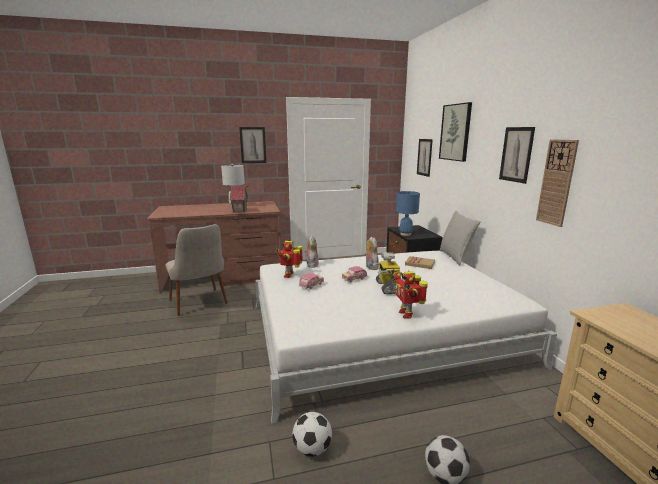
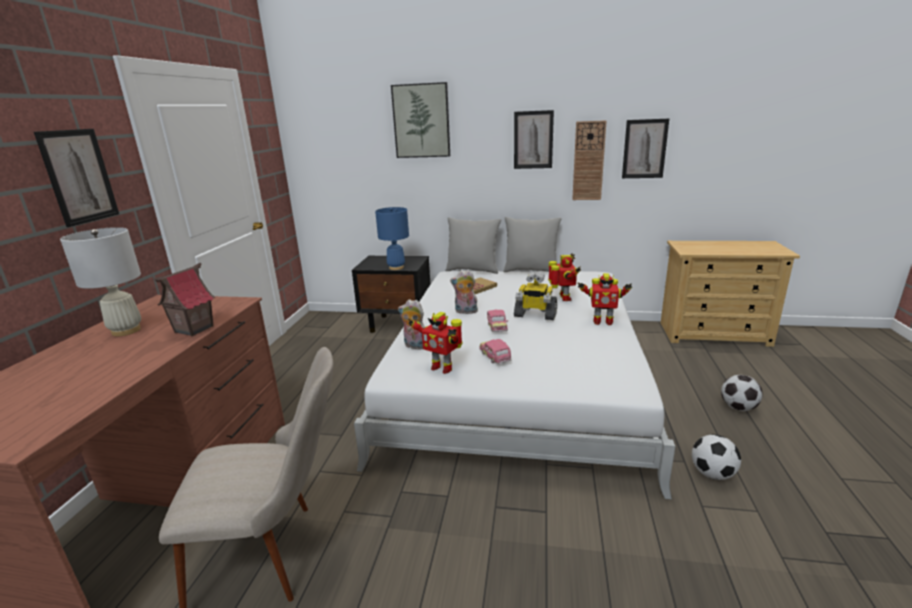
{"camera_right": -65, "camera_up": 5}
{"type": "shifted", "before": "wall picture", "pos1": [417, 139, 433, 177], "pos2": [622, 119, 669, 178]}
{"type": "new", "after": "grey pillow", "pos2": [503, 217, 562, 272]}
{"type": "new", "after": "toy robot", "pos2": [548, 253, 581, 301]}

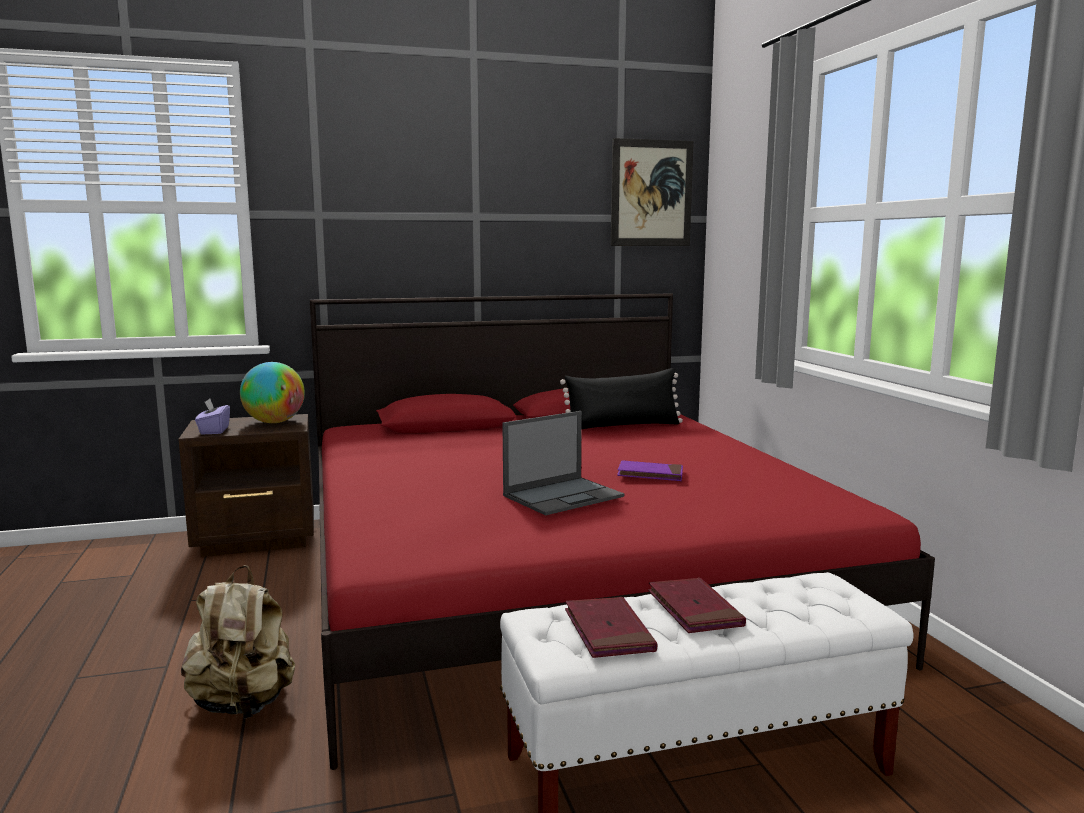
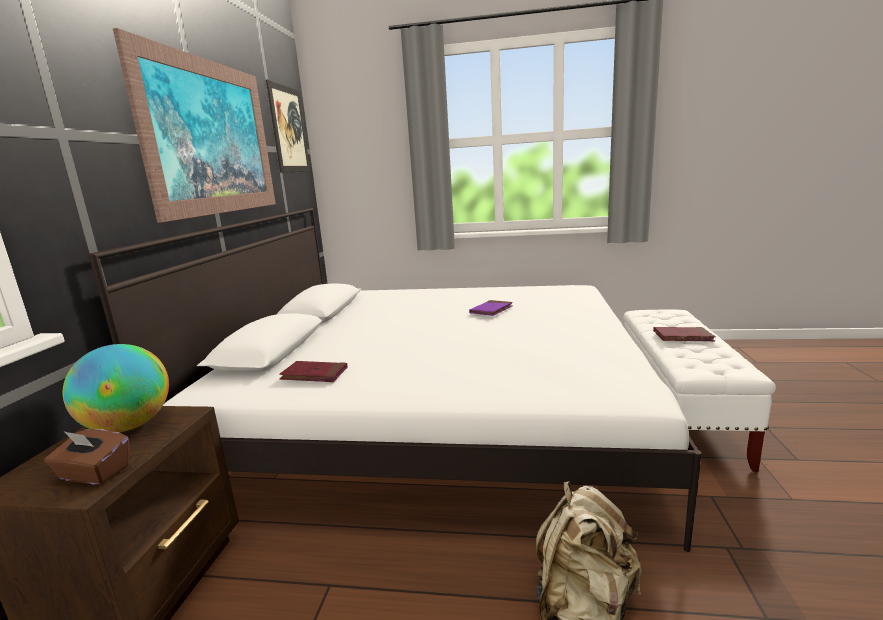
{"camera_right": -65, "camera_up": 5}
{"type": "repainted", "before": "purple-coloured tissue holder", "after": "brown-coloured tissue holder", "pos1": [195, 399, 230, 434], "pos2": [44, 429, 129, 485]}
{"type": "repainted", "before": "red sleeping bed", "after": "white-coloured sleeping bed", "pos1": [310, 293, 935, 770], "pos2": [88, 208, 702, 552]}
{"type": "gone", "before": "portable computer", "pos1": [502, 411, 624, 515]}
{"type": "gone", "before": "black-coloured pillow", "pos1": [560, 368, 683, 429]}
{"type": "shifted", "before": "red book", "pos1": [565, 597, 657, 658], "pos2": [279, 361, 347, 382]}
{"type": "new", "after": "wall picture", "pos2": [113, 28, 276, 223]}

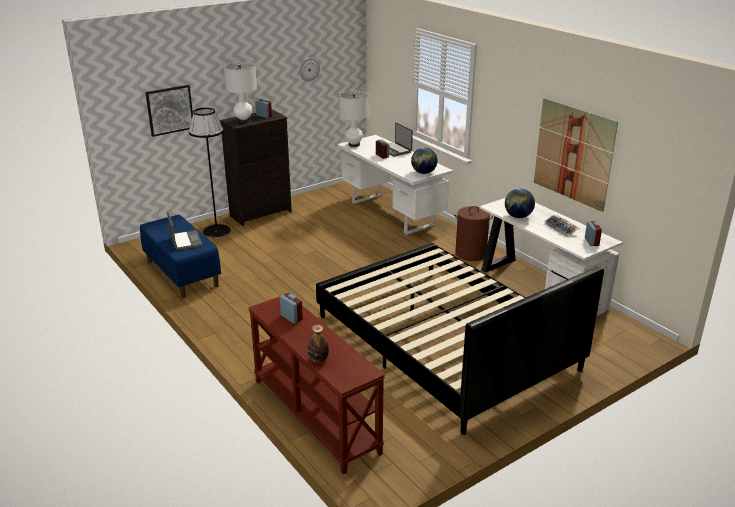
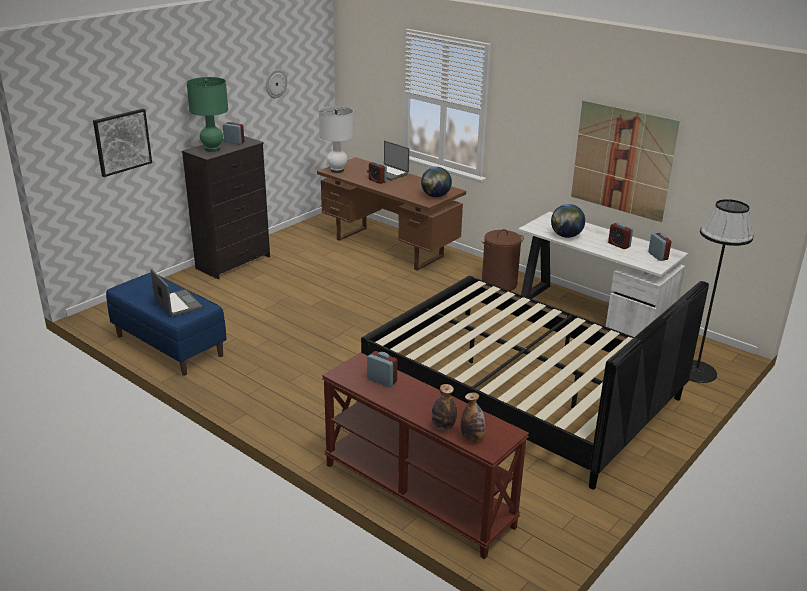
{"camera_right": -15, "camera_up": 0}
{"type": "shifted", "before": "black-coloured floor lamp", "pos1": [189, 108, 231, 237], "pos2": [689, 199, 754, 383]}
{"type": "repainted", "before": "white-coloured table lamp", "after": "green table lamp", "pos1": [224, 62, 257, 123], "pos2": [187, 77, 228, 152]}
{"type": "repainted", "before": "white-coloured desk unit", "after": "brown-coloured desk unit", "pos1": [338, 135, 453, 235], "pos2": [317, 157, 466, 271]}
{"type": "swapped", "before": "keyboard", "after": "table clock", "pos1": [544, 215, 579, 237], "pos2": [608, 222, 633, 249]}
{"type": "new", "after": "drink bottle", "pos2": [461, 392, 486, 442]}

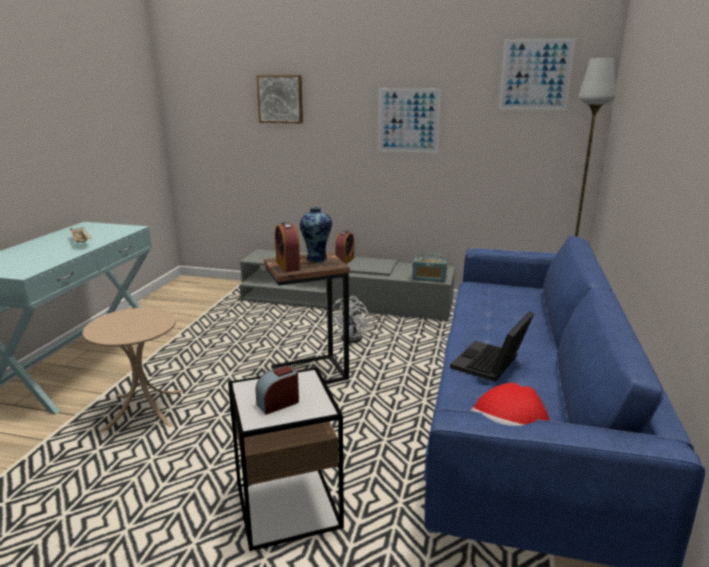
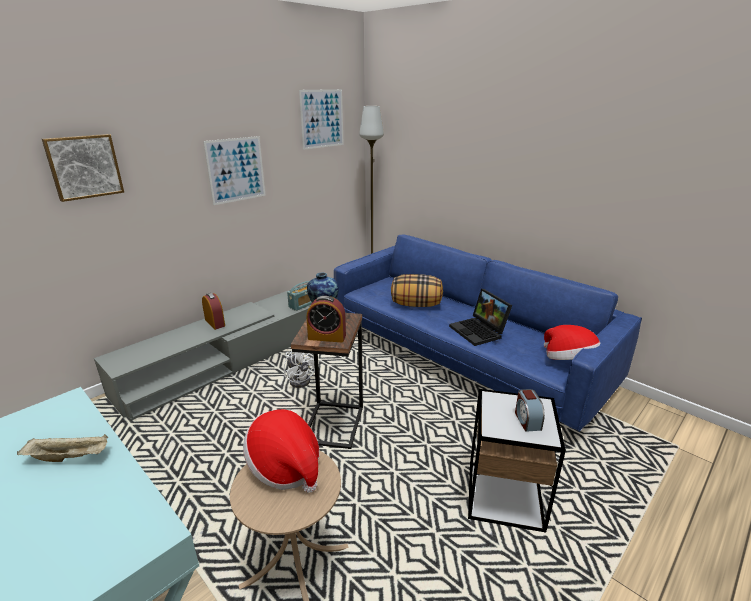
{"camera_right": -60, "camera_up": 5}
{"type": "new", "after": "hat", "pos2": [243, 409, 320, 493]}
{"type": "new", "after": "pillow", "pos2": [391, 274, 443, 307]}

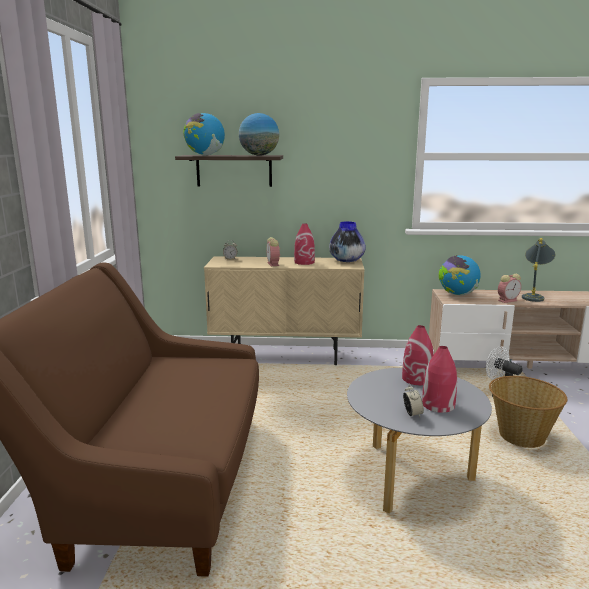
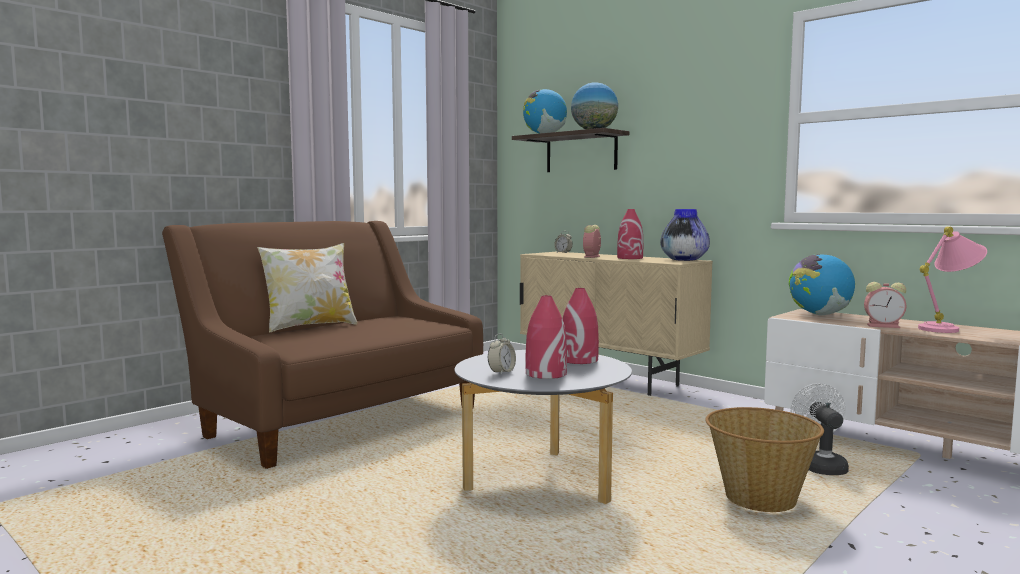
{"camera_right": 40, "camera_up": -10}
{"type": "repainted", "before": "grey table lamp", "after": "pink table lamp", "pos1": [522, 238, 555, 302], "pos2": [918, 227, 987, 333]}
{"type": "new", "after": "pillow", "pos2": [257, 243, 358, 333]}

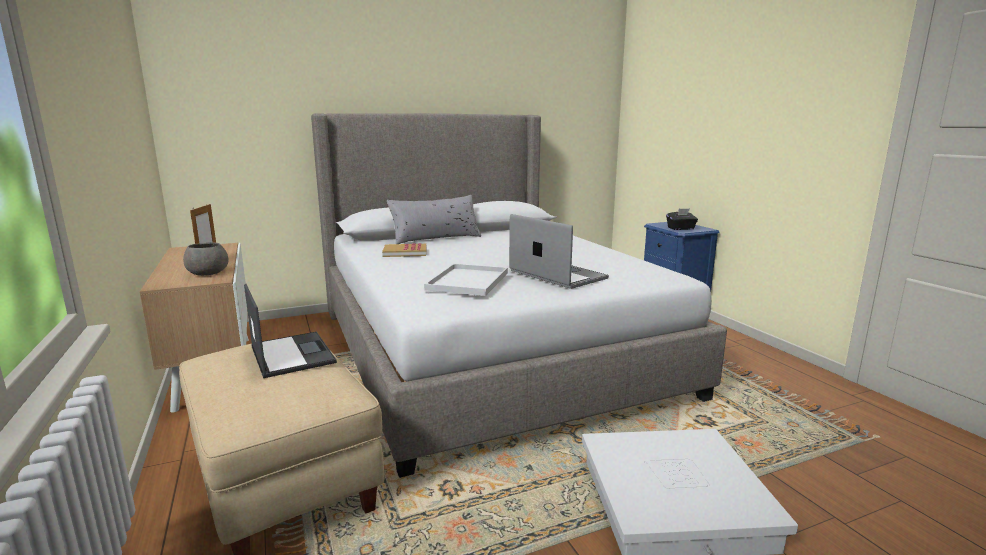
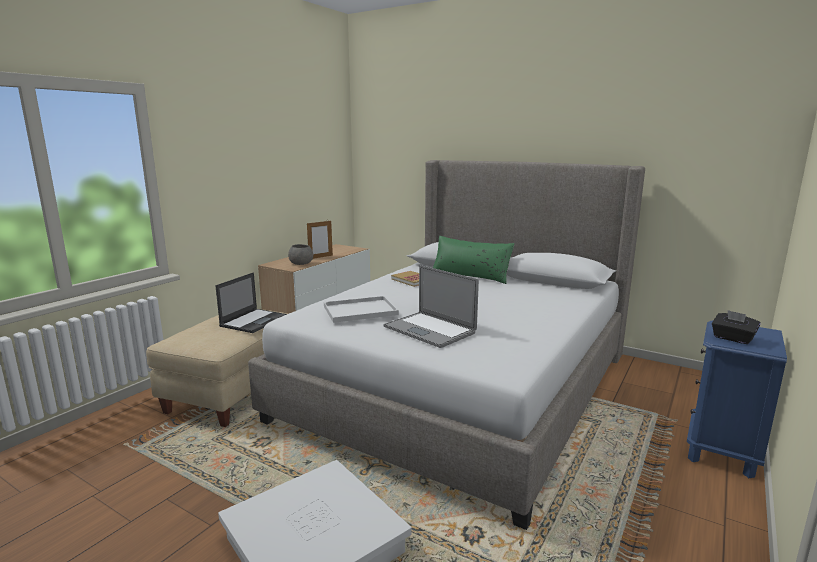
{"camera_right": 55, "camera_up": 0}
{"type": "repainted", "before": "grey pillow", "after": "green pillow", "pos1": [387, 195, 481, 244], "pos2": [433, 236, 515, 284]}
{"type": "rotated", "before": "portable computer", "pos1": [509, 214, 609, 289], "pos2": [383, 265, 479, 348], "turn": 120}

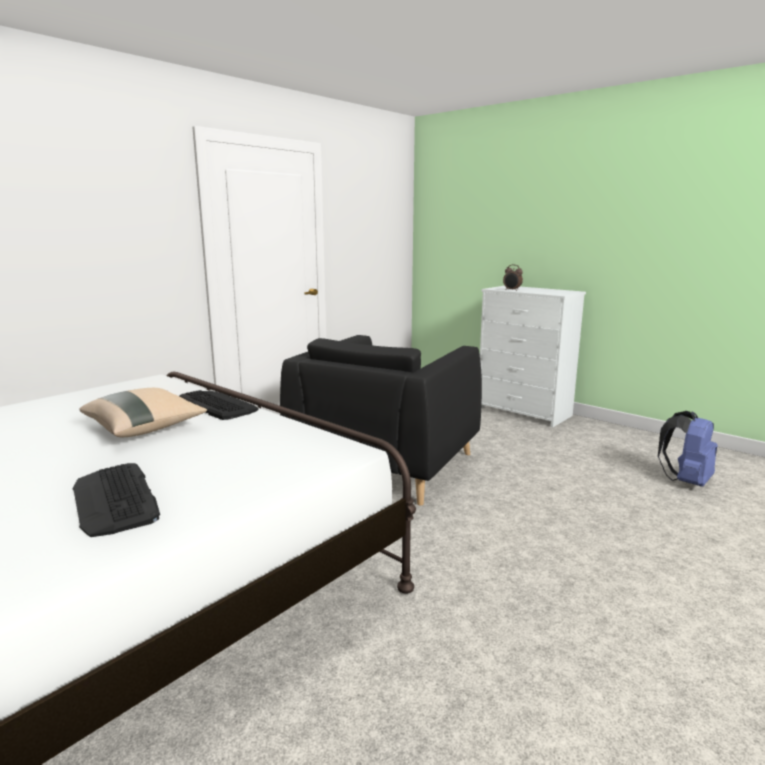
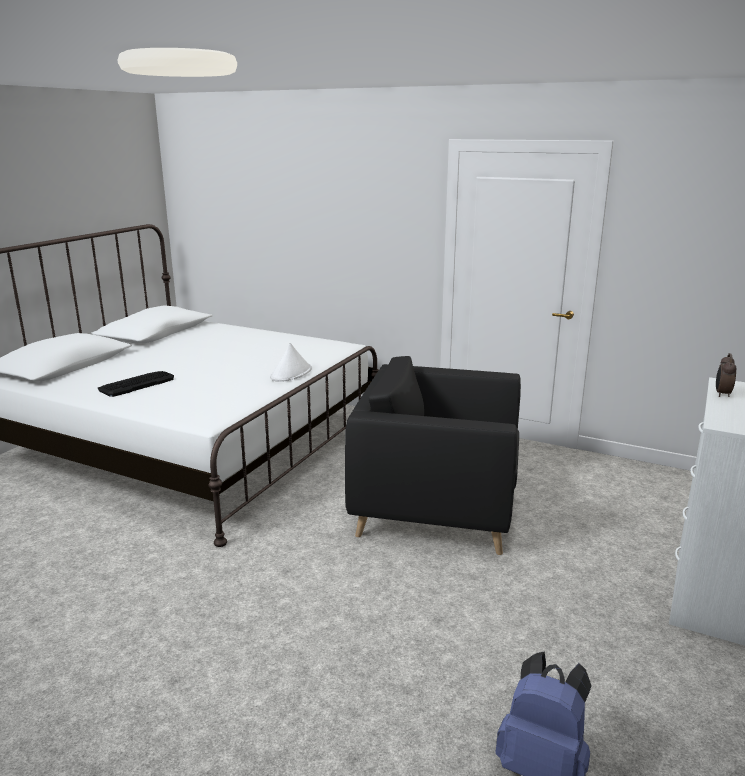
{"camera_right": 75, "camera_up": 5}
{"type": "gone", "before": "beige pillow", "pos1": [79, 388, 207, 437]}
{"type": "swapped", "before": "keyboard", "after": "white-coloured hat", "pos1": [179, 390, 259, 420], "pos2": [270, 343, 312, 382]}

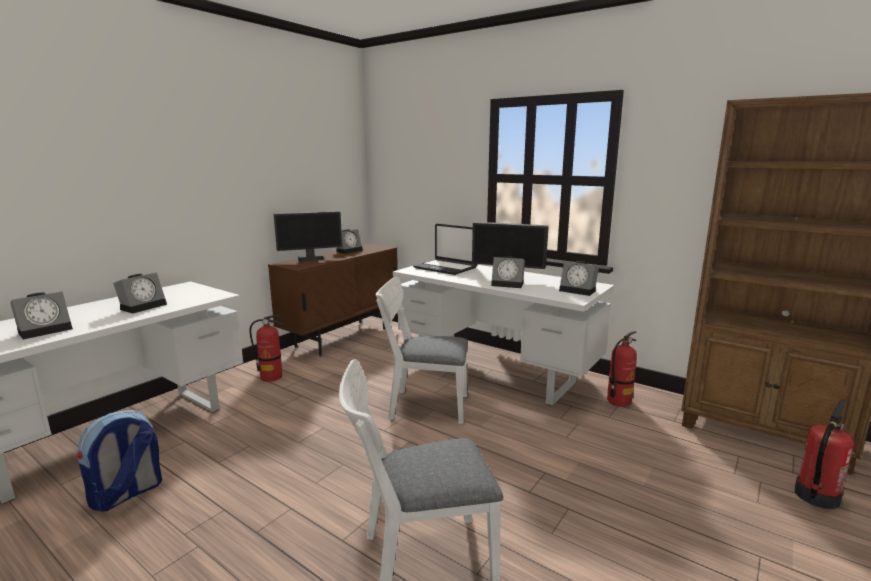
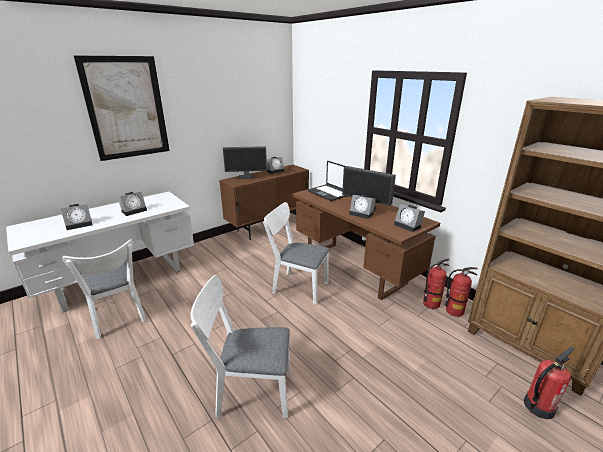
{"camera_right": 15, "camera_up": 10}
{"type": "swapped", "before": "backpack", "after": "white-coloured plain chair", "pos1": [77, 410, 162, 512], "pos2": [62, 239, 147, 339]}
{"type": "shifted", "before": "extinguisher", "pos1": [250, 315, 283, 382], "pos2": [445, 267, 478, 317]}
{"type": "repainted", "before": "white-coloured desk unit", "after": "brown-coloured desk unit", "pos1": [393, 265, 614, 406], "pos2": [292, 184, 440, 300]}
{"type": "new", "after": "wall picture", "pos2": [74, 55, 170, 161]}

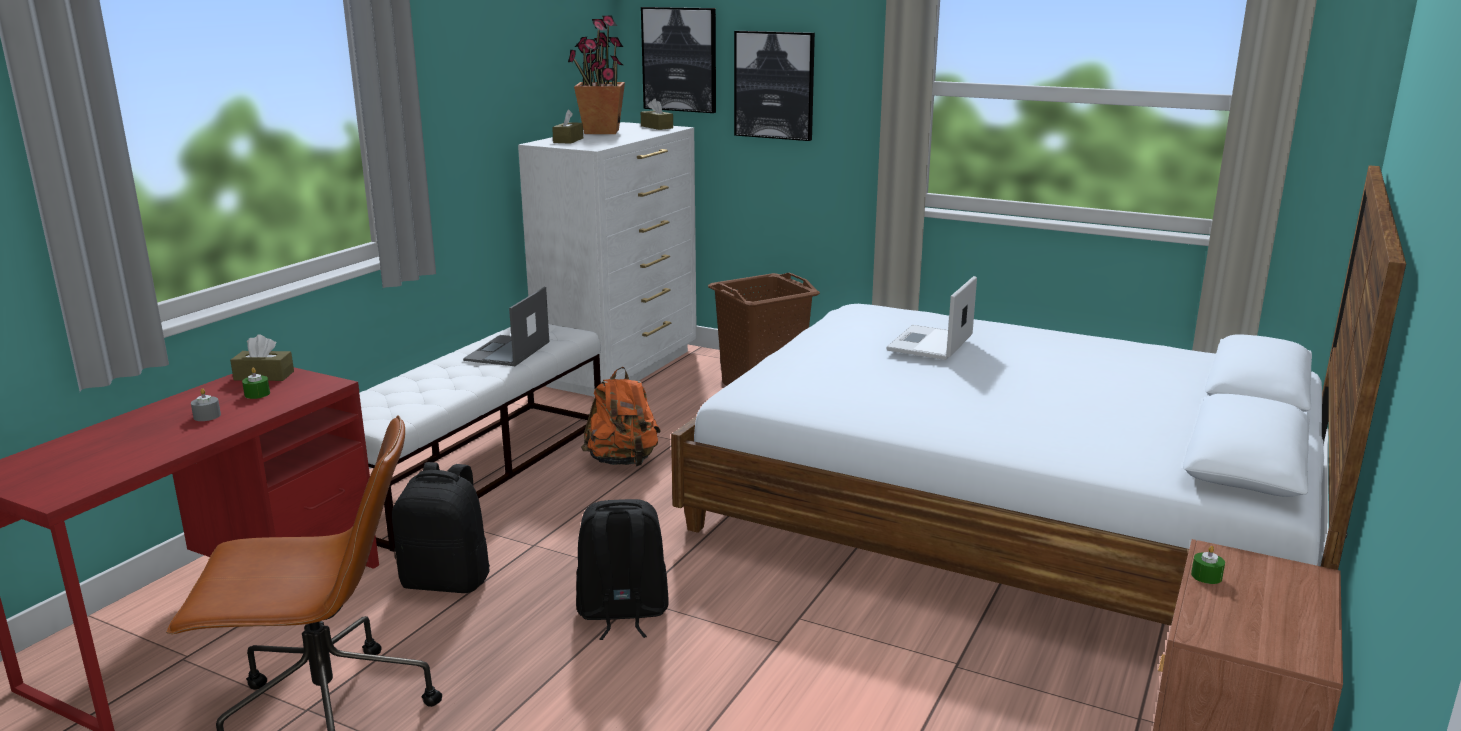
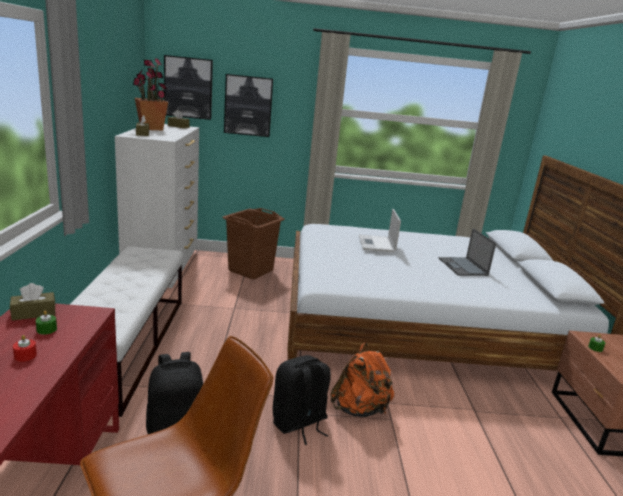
{"camera_right": -30, "camera_up": 0}
{"type": "repainted", "before": "grey wax candle", "after": "red wax candle", "pos1": [191, 388, 221, 421], "pos2": [13, 335, 37, 362]}
{"type": "shifted", "before": "portable computer", "pos1": [463, 287, 549, 366], "pos2": [439, 228, 496, 276]}
{"type": "shifted", "before": "orangey backpack", "pos1": [581, 367, 661, 466], "pos2": [330, 343, 394, 417]}

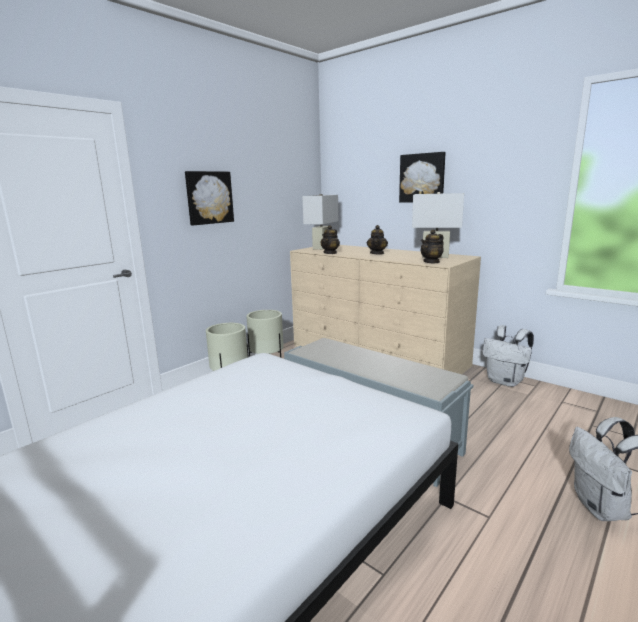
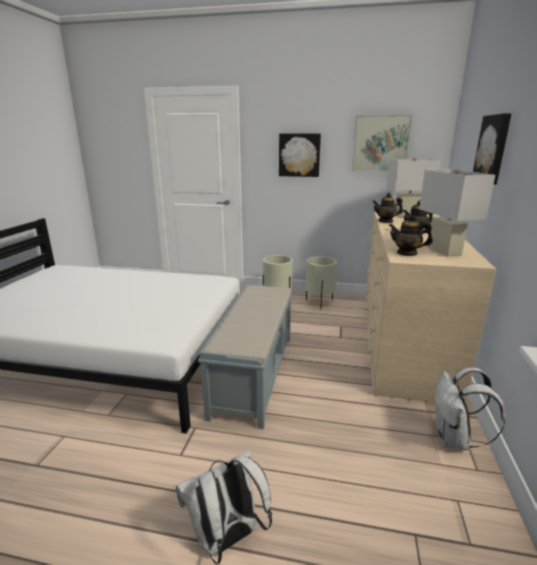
{"camera_right": 60, "camera_up": 5}
{"type": "new", "after": "wall picture", "pos2": [351, 115, 412, 172]}

